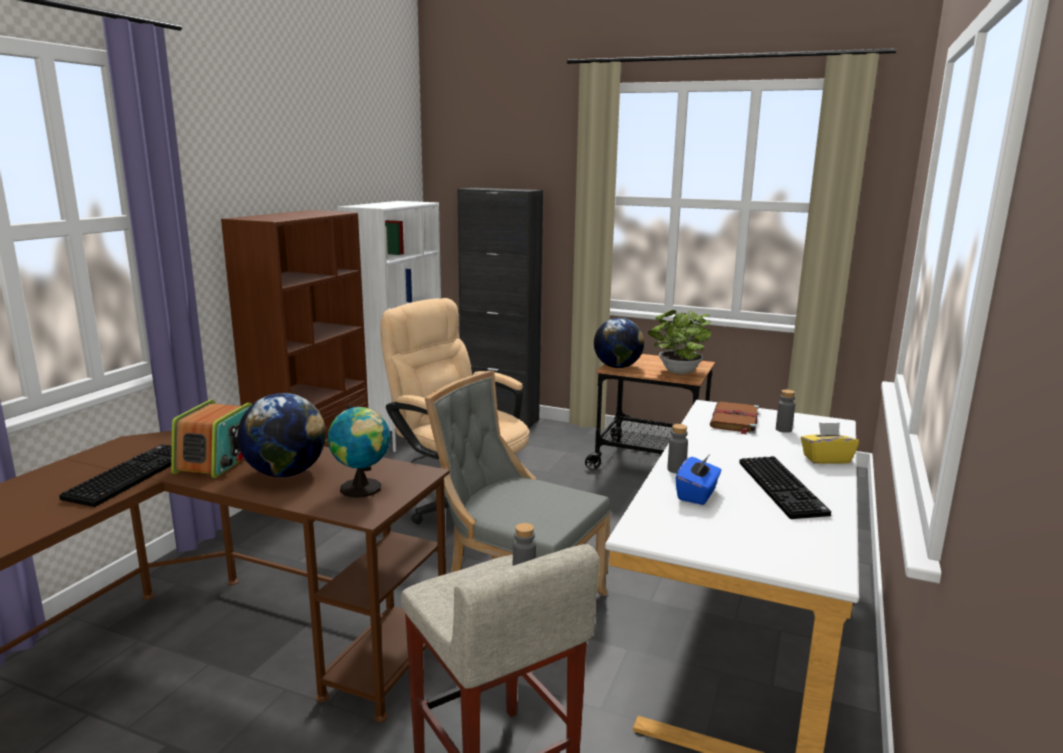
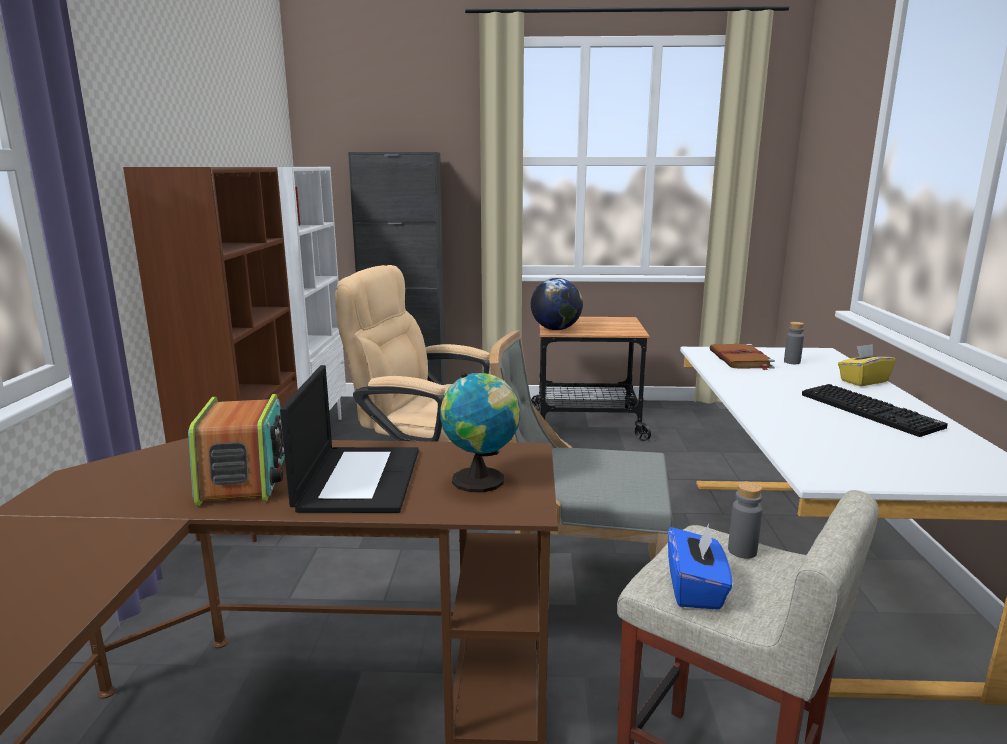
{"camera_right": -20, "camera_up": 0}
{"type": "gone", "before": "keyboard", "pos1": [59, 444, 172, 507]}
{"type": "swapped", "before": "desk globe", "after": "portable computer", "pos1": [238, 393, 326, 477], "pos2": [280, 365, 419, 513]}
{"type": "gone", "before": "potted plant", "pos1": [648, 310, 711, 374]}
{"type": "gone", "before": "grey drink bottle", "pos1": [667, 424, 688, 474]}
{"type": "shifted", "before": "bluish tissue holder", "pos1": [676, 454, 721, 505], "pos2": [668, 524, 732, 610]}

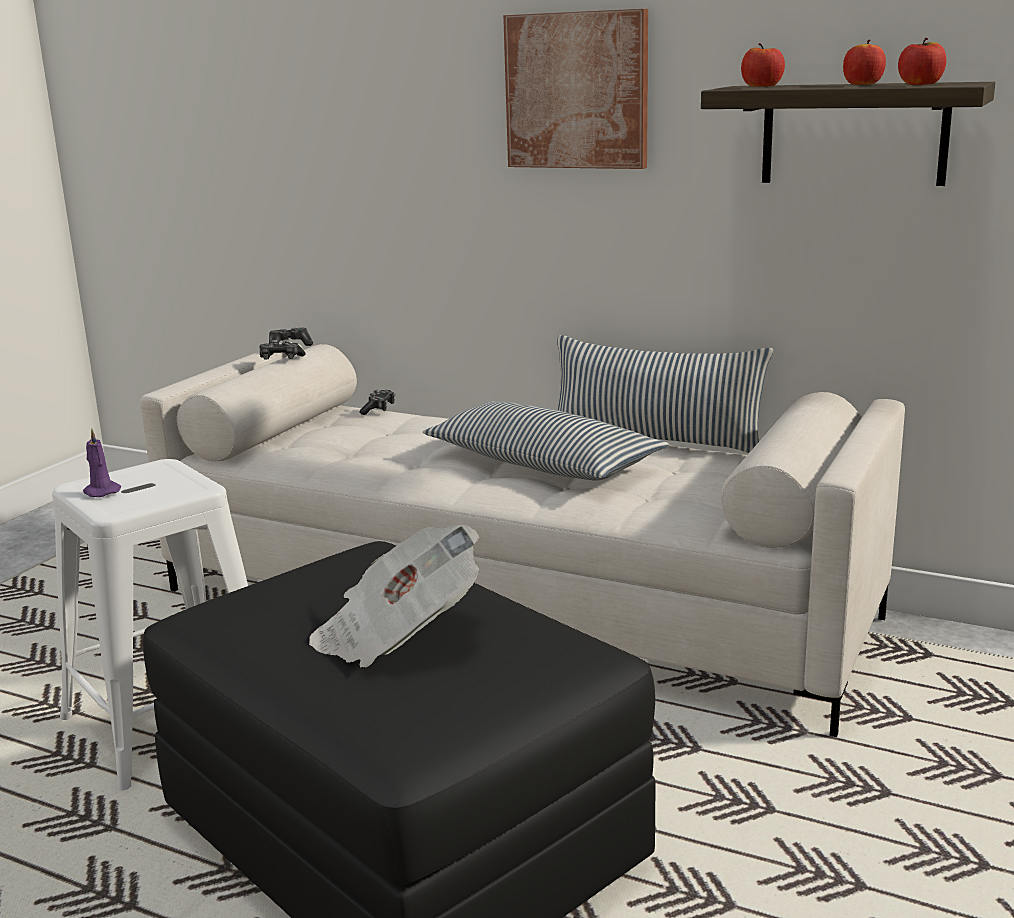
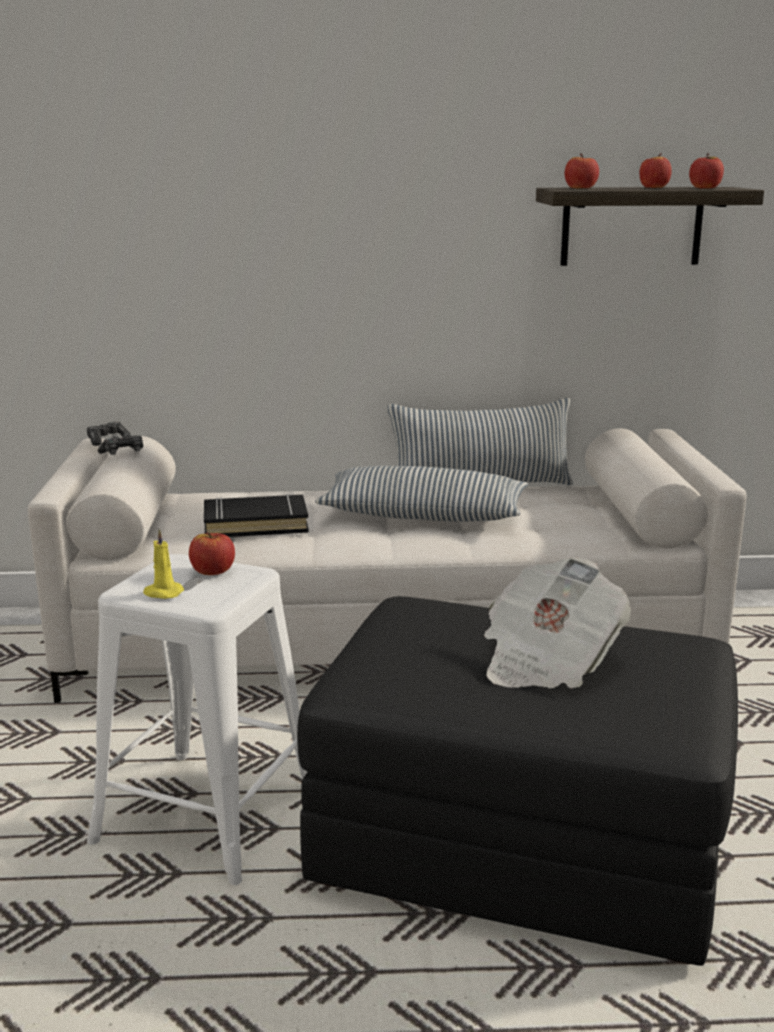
{"camera_right": -30, "camera_up": 0}
{"type": "repainted", "before": "purple-coloured wax candle", "after": "yellow wax candle", "pos1": [83, 429, 121, 497], "pos2": [143, 529, 184, 599]}
{"type": "gone", "before": "gamepad", "pos1": [359, 390, 395, 415]}
{"type": "gone", "before": "wall picture", "pos1": [503, 9, 648, 169]}
{"type": "new", "after": "whole apple", "pos2": [189, 532, 235, 575]}
{"type": "new", "after": "black-coloured book", "pos2": [204, 494, 309, 537]}

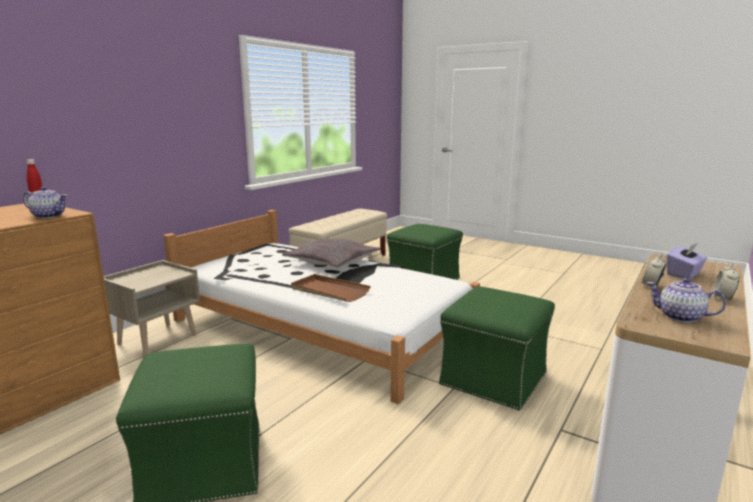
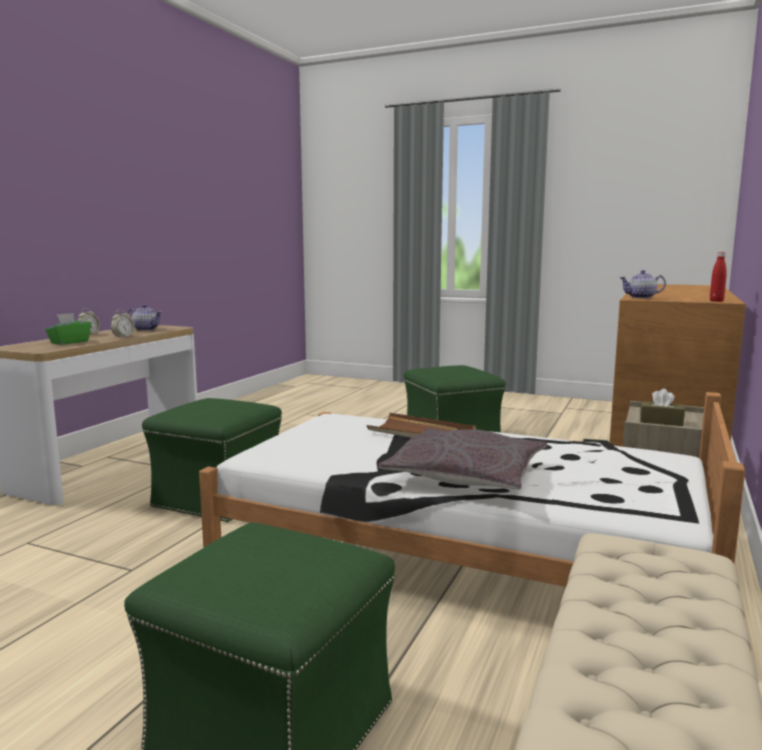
{"camera_right": 170, "camera_up": -5}
{"type": "repainted", "before": "purple-coloured tissue holder", "after": "green tissue holder", "pos1": [666, 243, 707, 279], "pos2": [45, 313, 91, 345]}
{"type": "new", "after": "brown-coloured tissue holder", "pos2": [640, 389, 685, 426]}

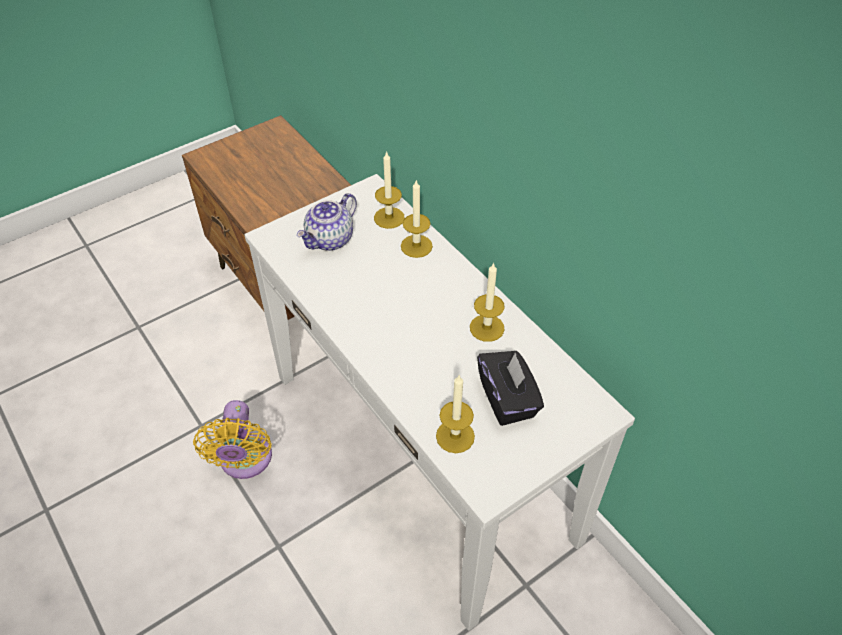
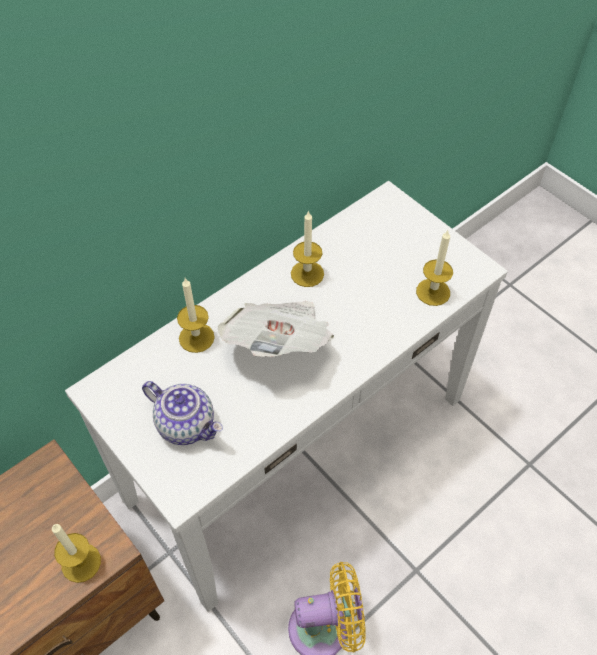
{"camera_right": -95, "camera_up": 5}
{"type": "shifted", "before": "wax candle", "pos1": [374, 151, 405, 229], "pos2": [52, 524, 101, 583]}
{"type": "gone", "before": "black-coloured tissue holder", "pos1": [477, 351, 544, 426]}
{"type": "new", "after": "printed paper", "pos2": [217, 301, 334, 357]}

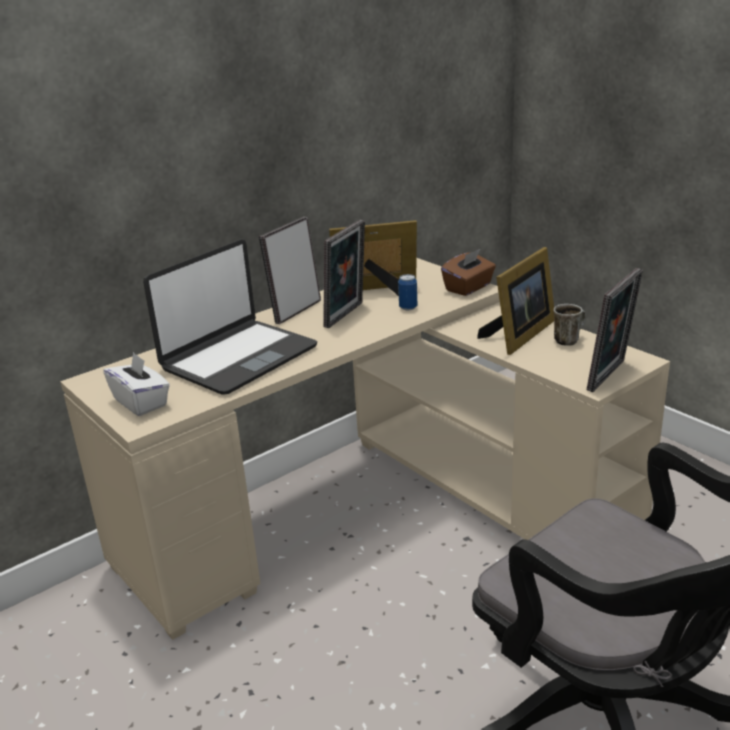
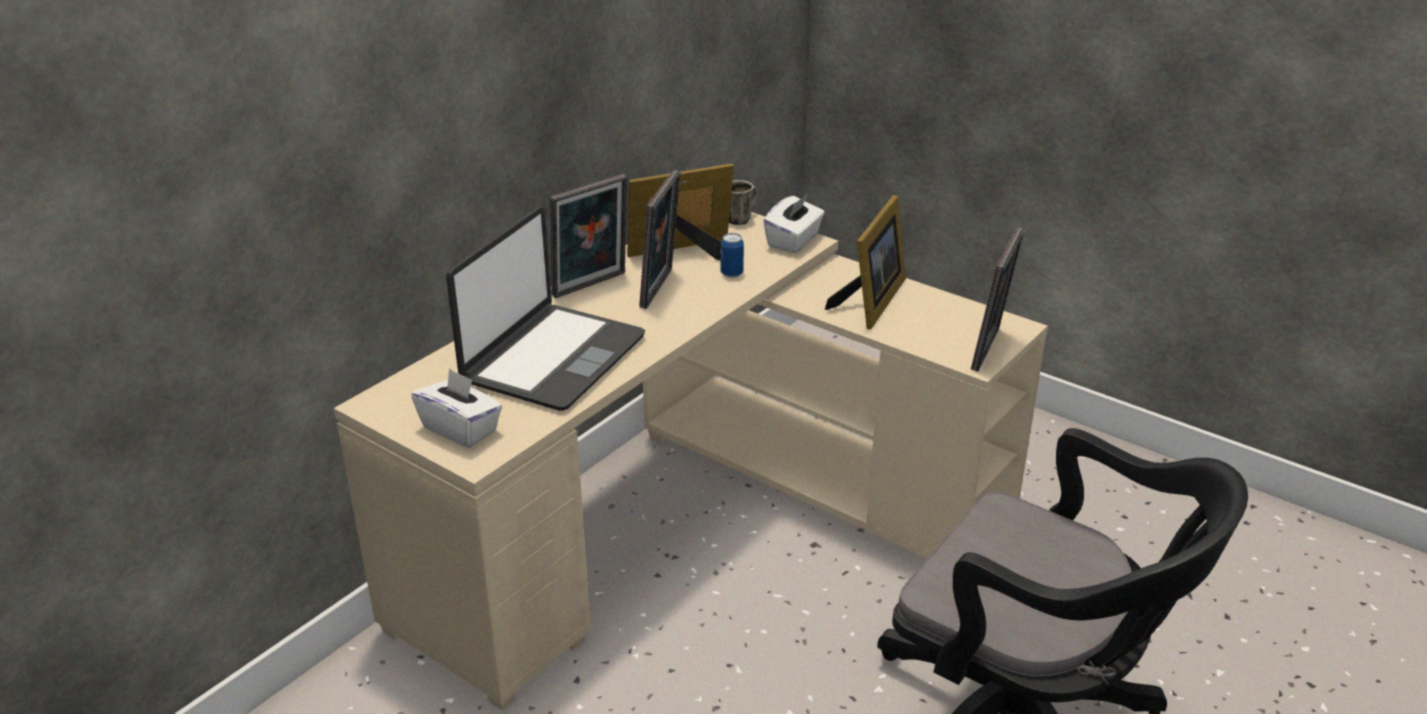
{"camera_right": -15, "camera_up": 5}
{"type": "rotated", "before": "standing frame", "pos1": [259, 217, 321, 324], "pos2": [550, 174, 627, 298], "turn": -150}
{"type": "repainted", "before": "brown-coloured tissue holder", "after": "white-coloured tissue holder", "pos1": [441, 249, 496, 296], "pos2": [763, 194, 825, 253]}
{"type": "shifted", "before": "coffee mug", "pos1": [553, 304, 586, 346], "pos2": [729, 180, 757, 225]}

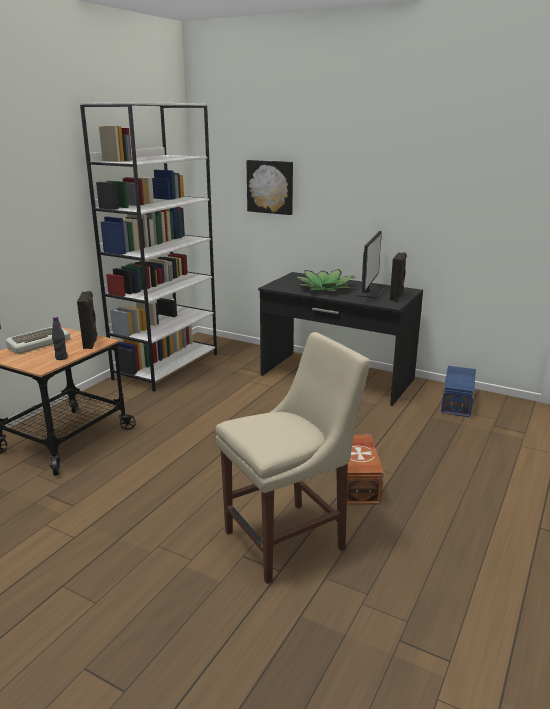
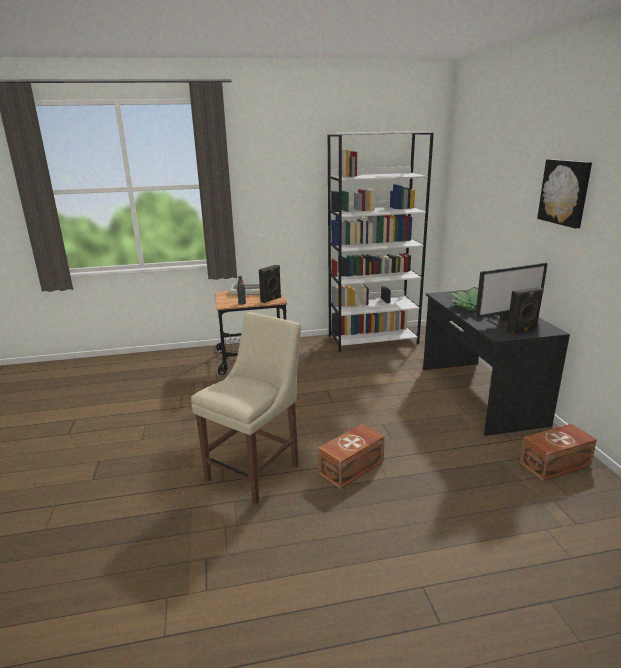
{"camera_right": 50, "camera_up": 0}
{"type": "rotated", "before": "beige plain chair", "pos1": [216, 332, 370, 584], "pos2": [191, 312, 301, 505], "turn": -75}
{"type": "shifted", "before": "wall picture", "pos1": [246, 160, 293, 215], "pos2": [537, 159, 592, 228]}
{"type": "repainted", "before": "bluish storage bin", "after": "brown-coloured storage bin", "pos1": [441, 366, 476, 418], "pos2": [520, 424, 597, 481]}

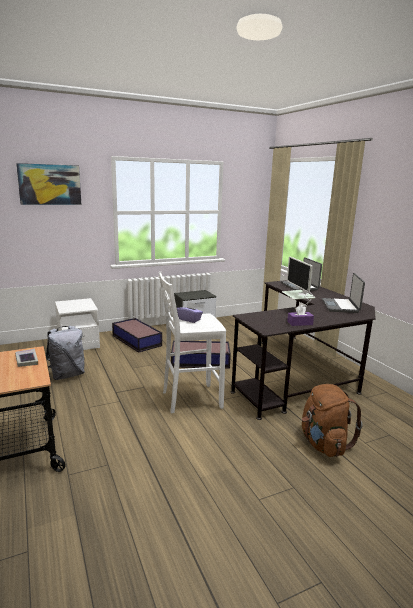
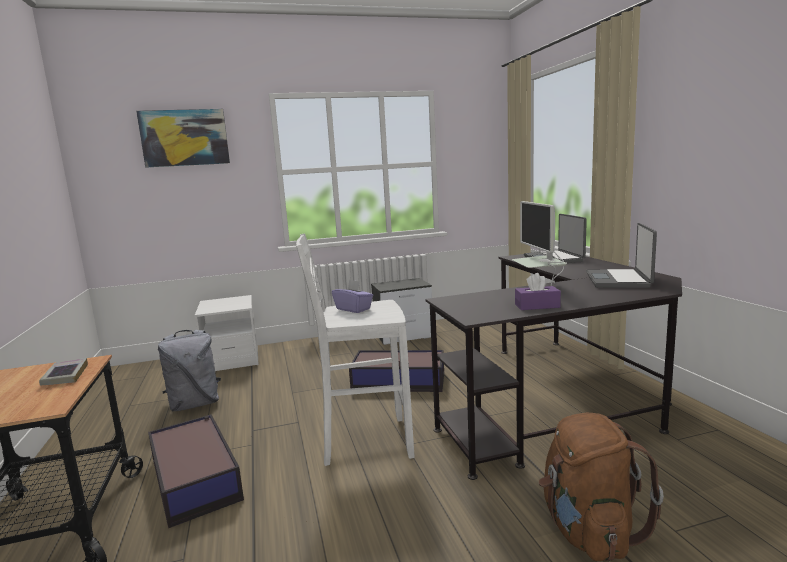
{"camera_right": 10, "camera_up": -5}
{"type": "shifted", "before": "storage bin", "pos1": [112, 318, 162, 353], "pos2": [148, 414, 244, 528]}

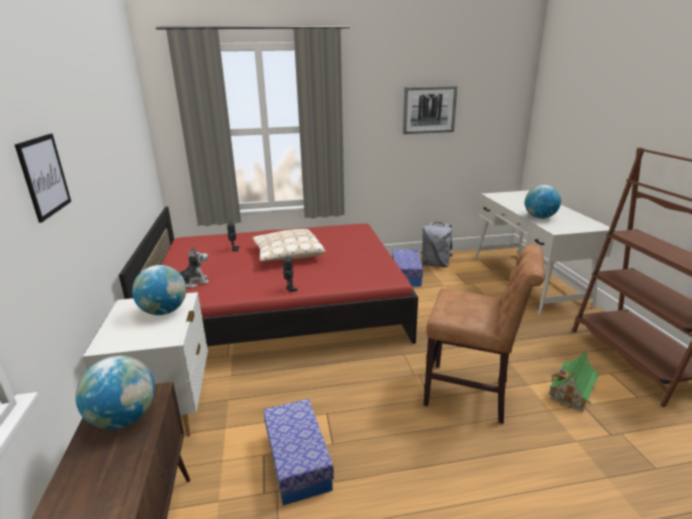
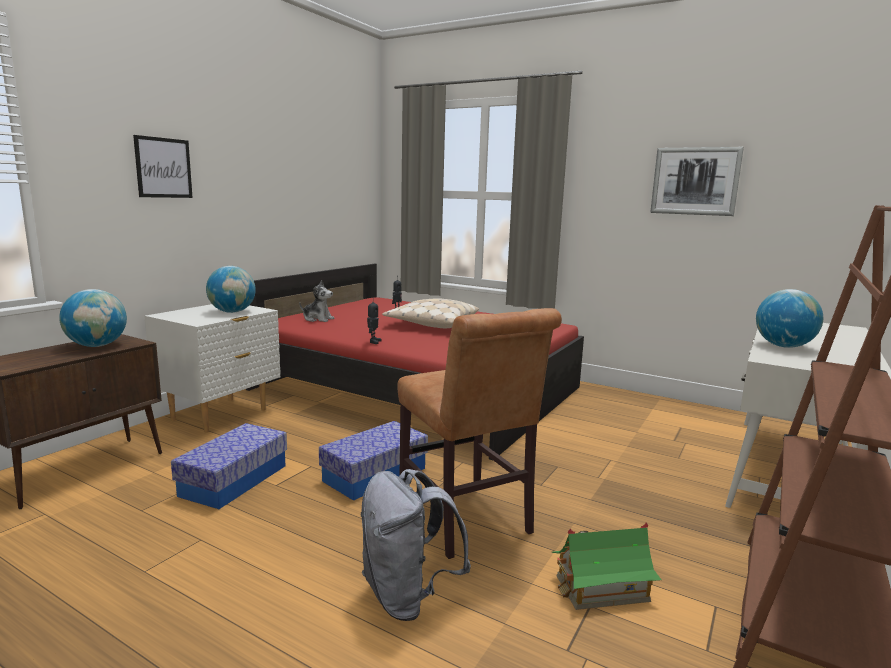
{"camera_right": 40, "camera_up": -10}
{"type": "shifted", "before": "storage bin", "pos1": [392, 249, 423, 286], "pos2": [319, 421, 428, 501]}
{"type": "shifted", "before": "grey backpack", "pos1": [421, 222, 453, 267], "pos2": [360, 469, 471, 621]}

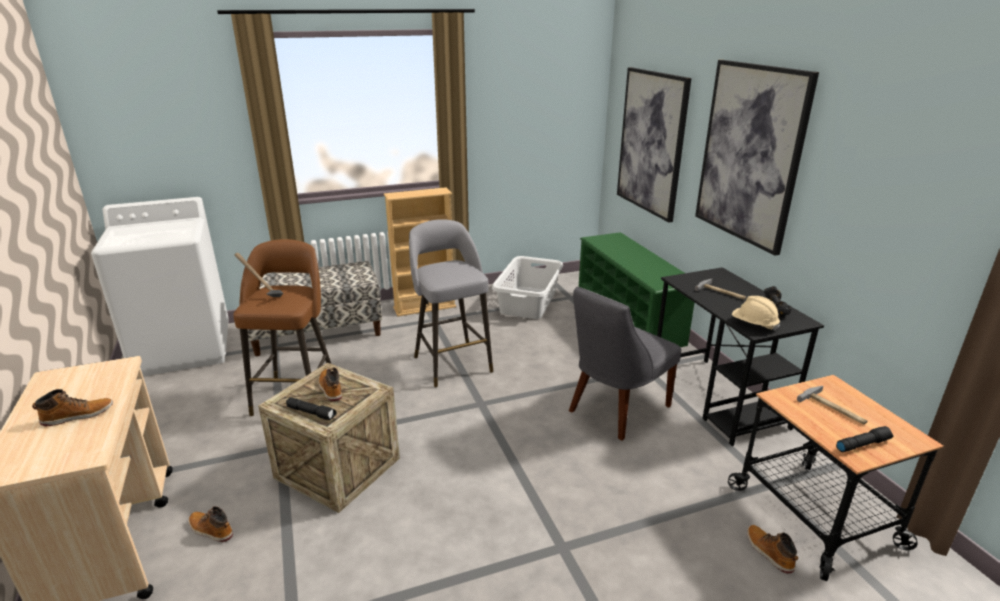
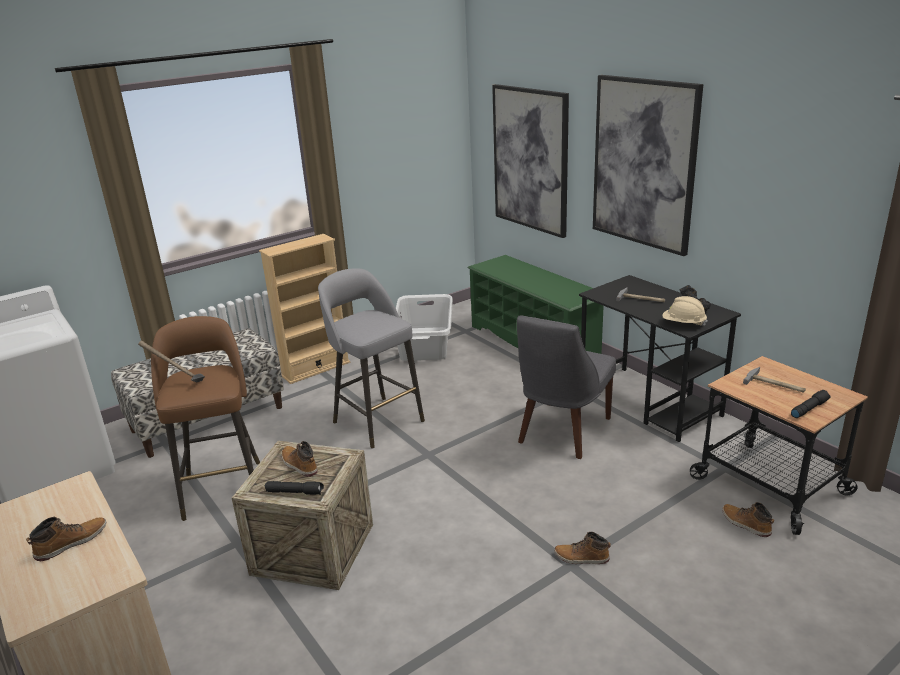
{"camera_right": -15, "camera_up": 0}
{"type": "shifted", "before": "tall boot", "pos1": [189, 506, 233, 542], "pos2": [554, 532, 610, 564]}

